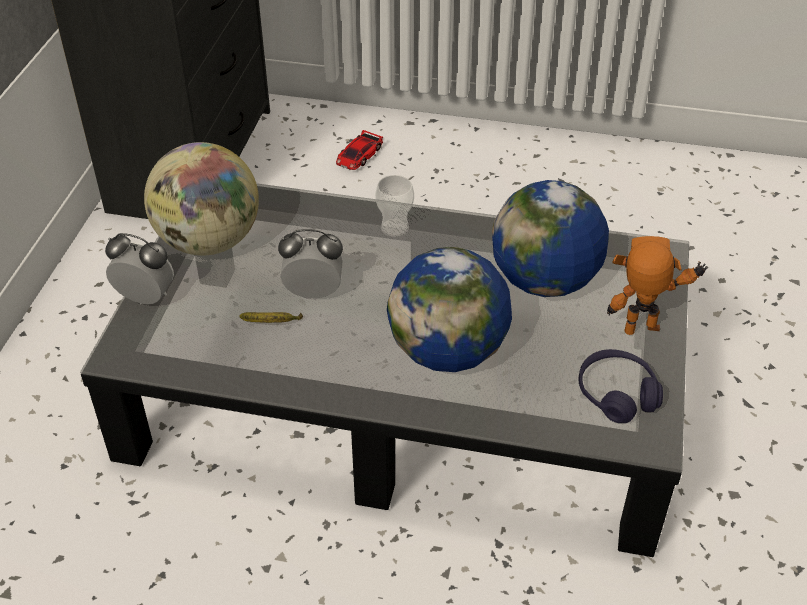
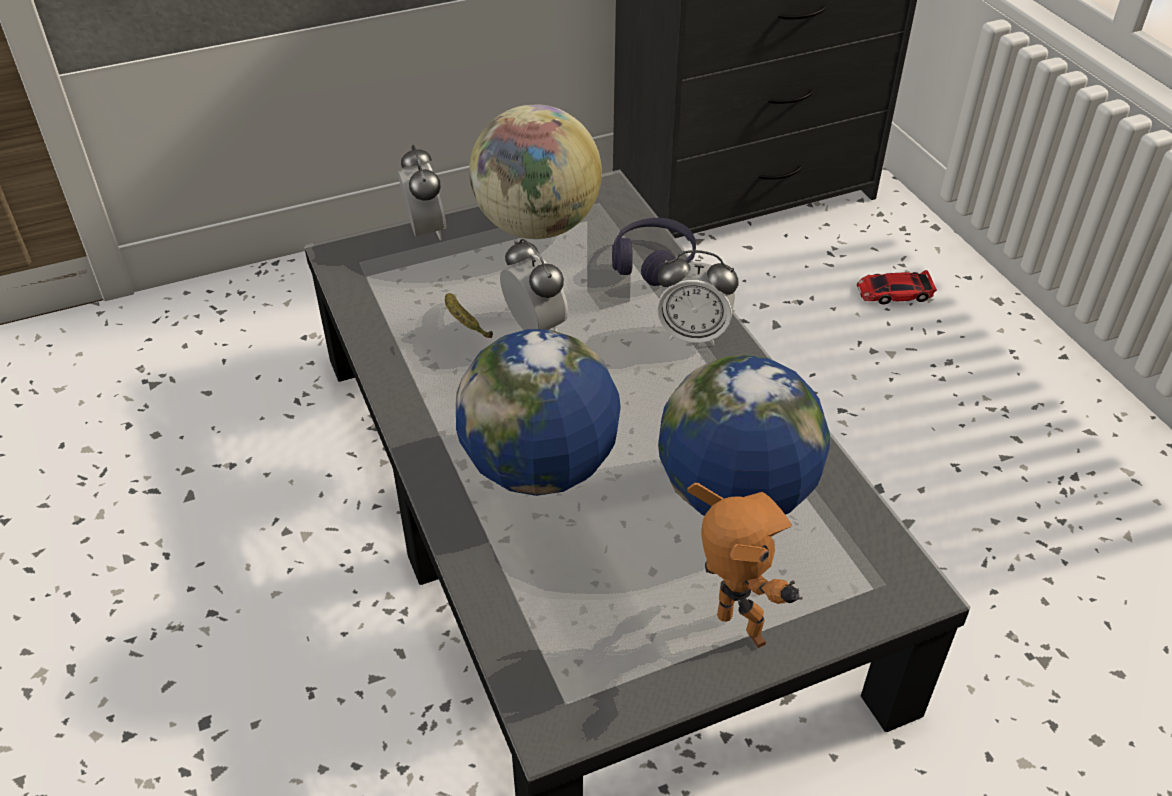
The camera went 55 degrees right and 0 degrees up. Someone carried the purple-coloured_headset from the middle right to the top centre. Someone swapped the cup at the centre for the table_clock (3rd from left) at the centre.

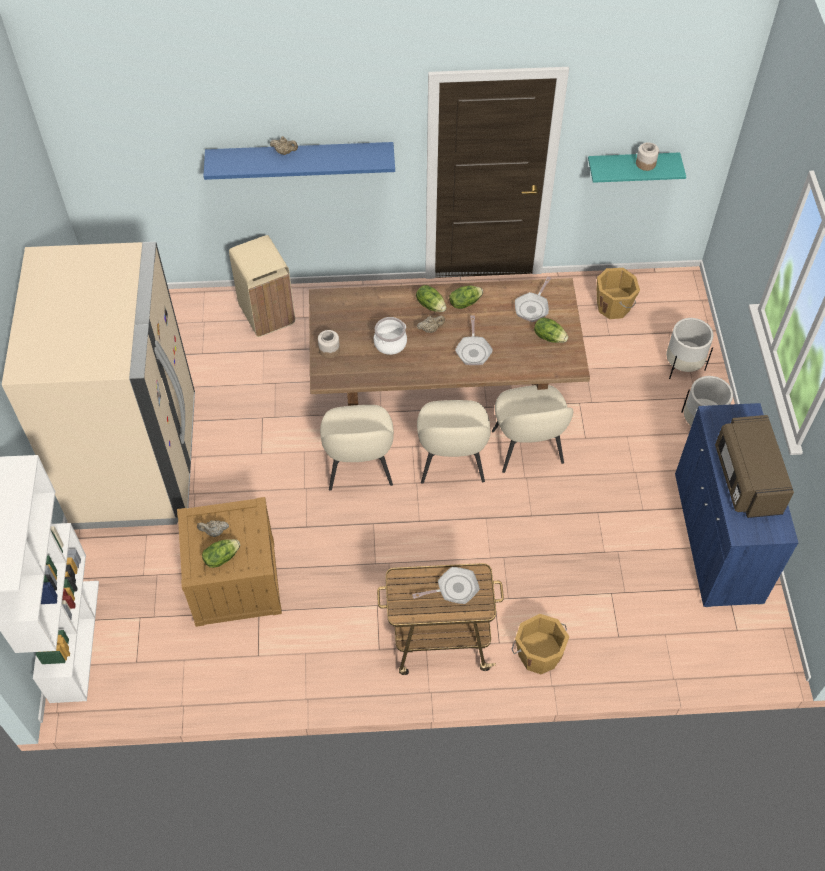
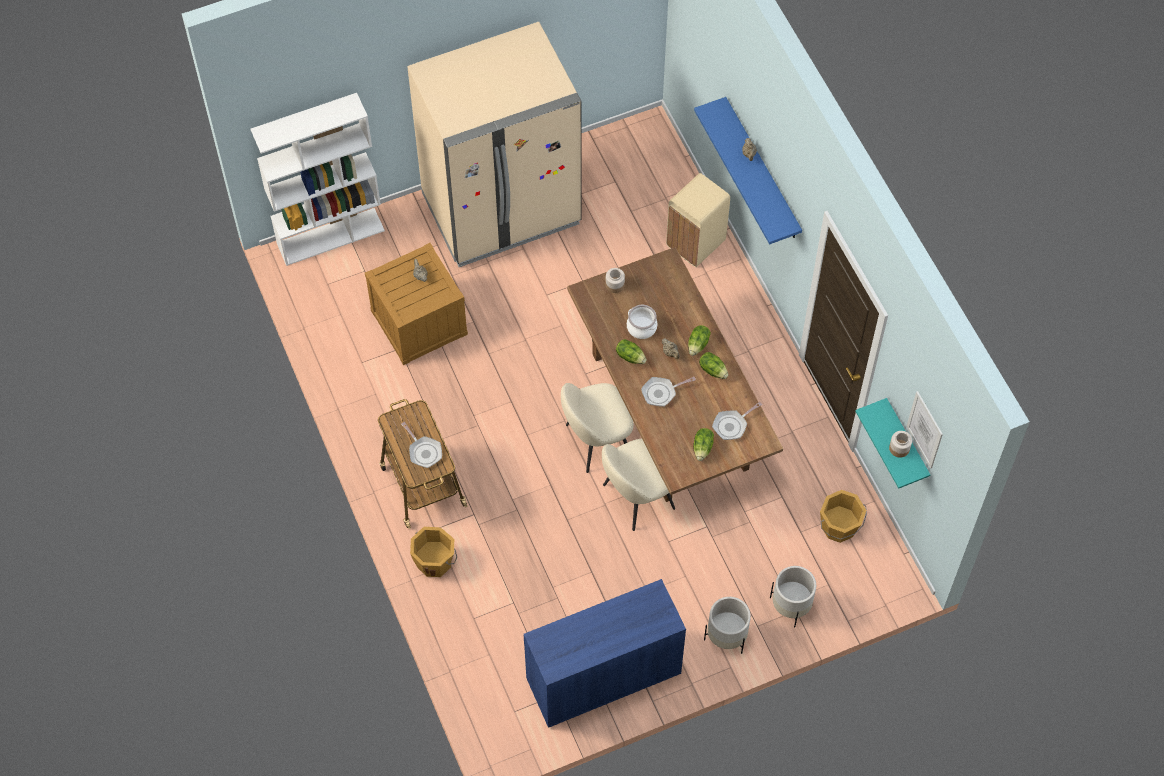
The camera went 70 degrees right and 5 degrees up. Someone took away the sand-coloured_upright_chair (1st from left) at the centre. Someone took away the brownish_microwave at the middle right. Someone put up the wall_picture at the middle right. Someone carried the head_of_lettuce (1st from left) from the middle left to the centre. Someone rotated the frying_pan (3rd from left) at the centre by 45 degrees counterclockwise.

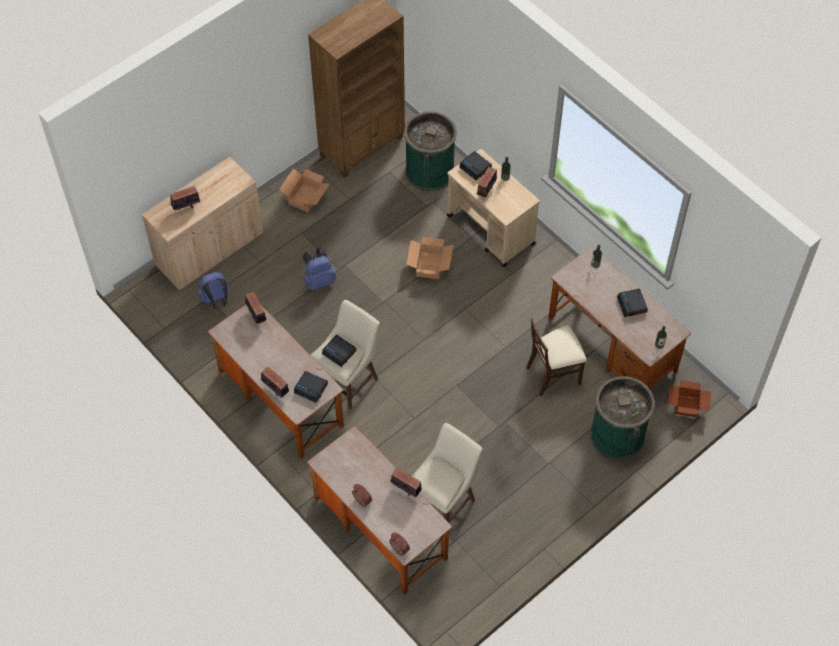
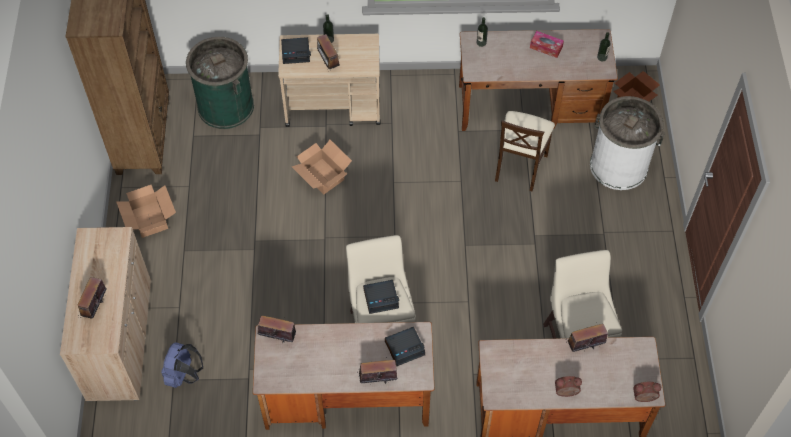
The camera went 50 degrees left and 0 degrees up. Someone took away the blue-coloured_backpack (2nd from left) at the centre. Someone swapped the table_clock (6th from left) at the middle right for the tissue_box at the top right. Someone repainted the greenish_waste_bin (2nd from left) at the middle right, which became the whitish_waste_bin at the top right.

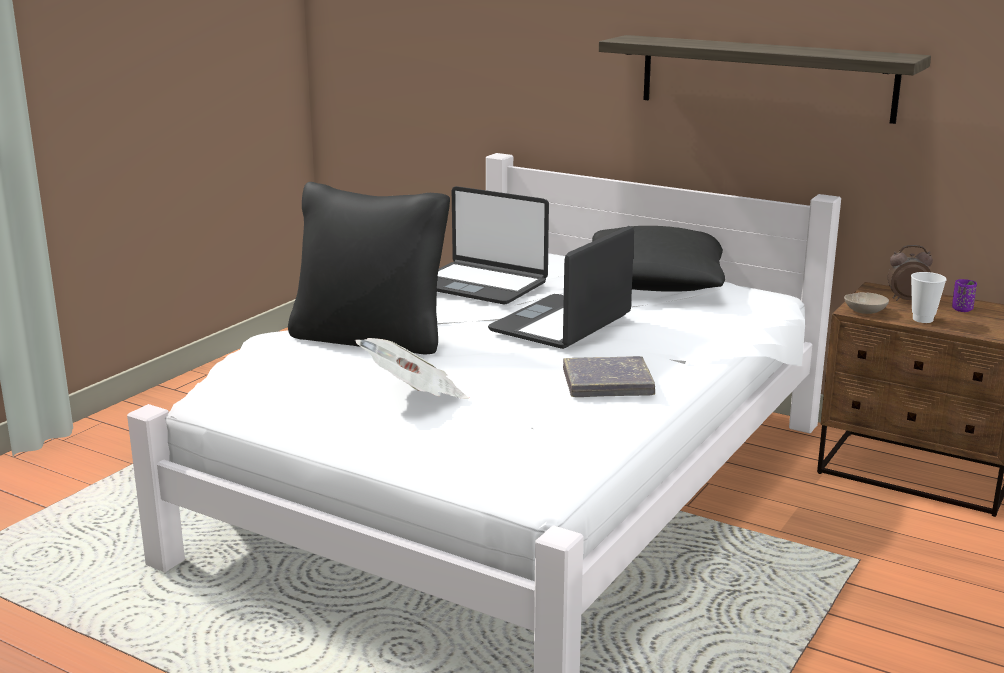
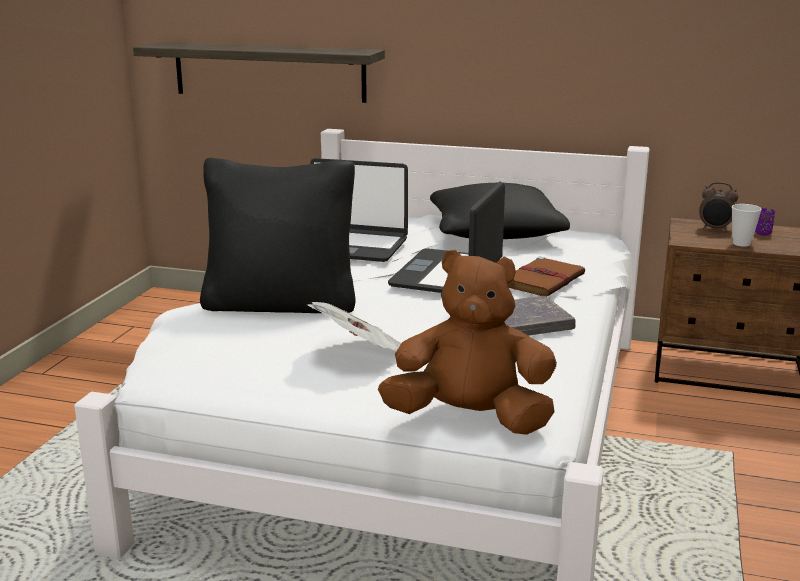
The camera went 15 degrees left and 0 degrees up. Someone took away the sand-coloured_bowl at the middle right. Someone put down the brownish_soft_toy at the centre. Someone put down the brownish_book at the middle right. Someone carried the shelf from the top right to the top left. Someone rotated the table_clock at the middle right by 150 degrees counterclockwise.

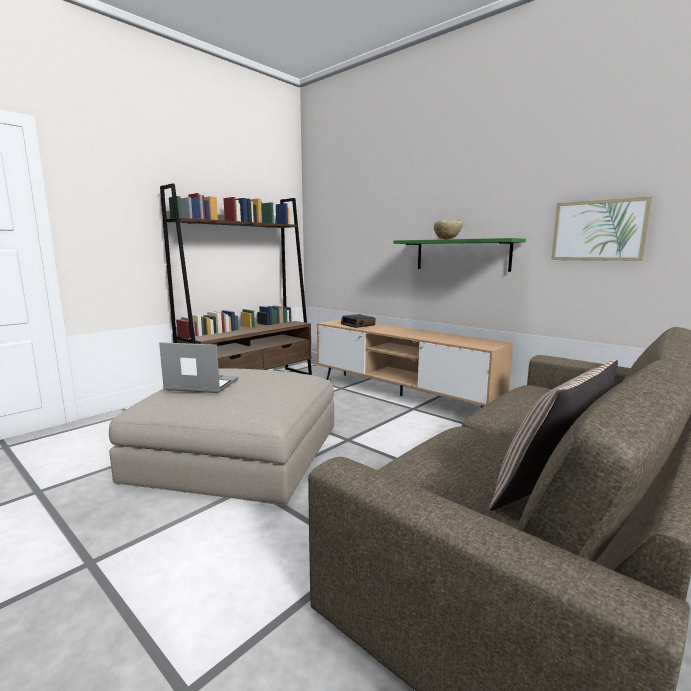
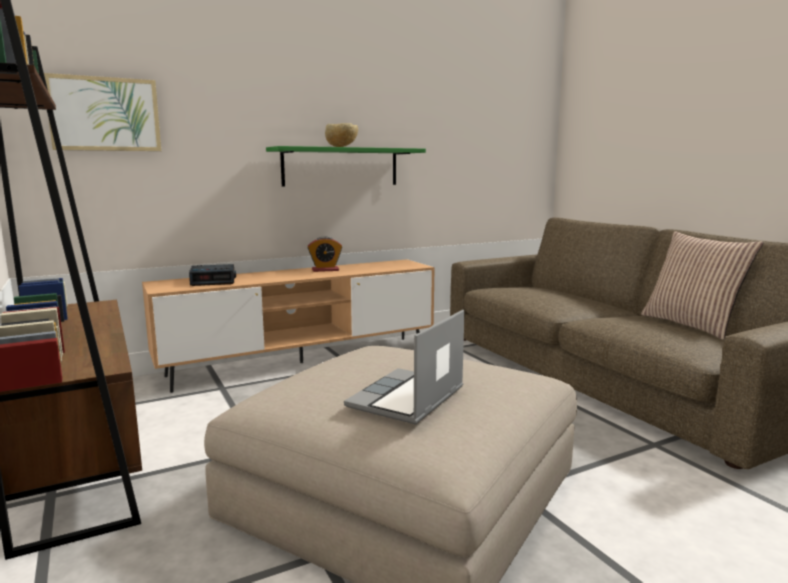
The camera went 70 degrees left and 0 degrees up. Someone put down the table_clock (2nd from left) at the centre. Someone carried the wall_picture from the top right to the top left.

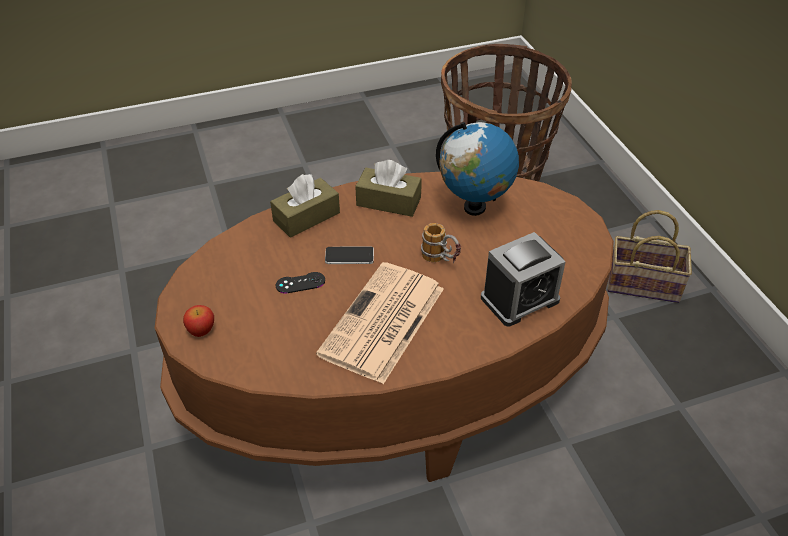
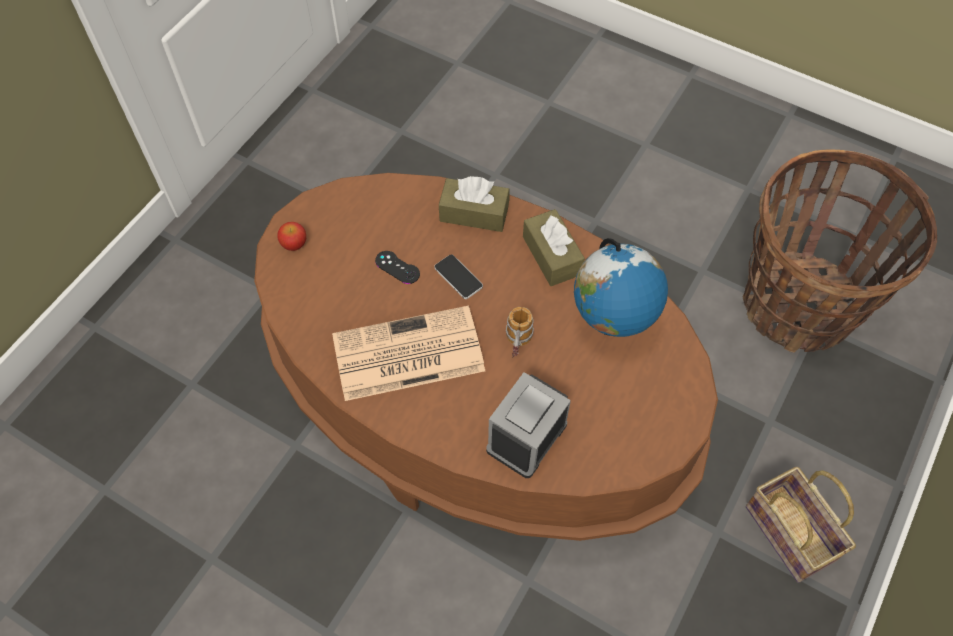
The camera went 50 degrees right and 15 degrees up. Someone rotated the table_clock at the centre by 105 degrees clockwise.

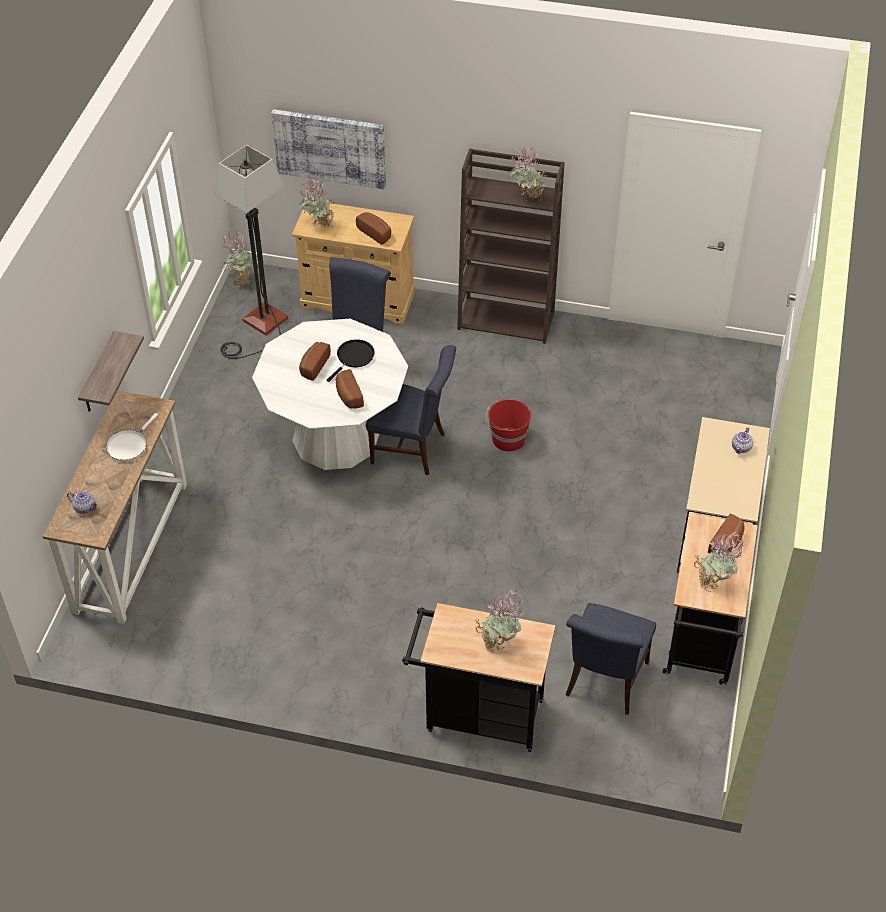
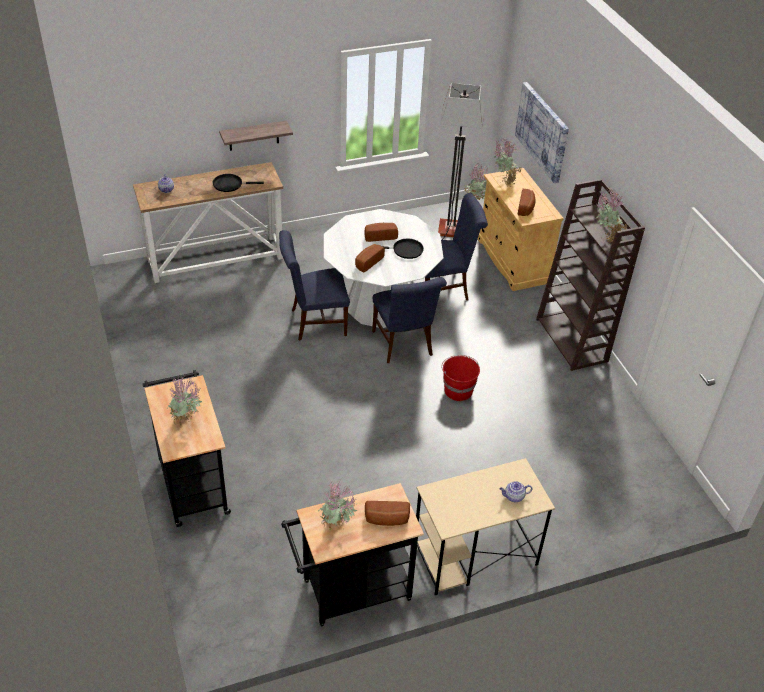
The camera went 55 degrees right and 5 degrees down. Someone carried the blue-coloured_upright_chair (3rd from left in the first image) from the bottom right to the centre. Someone repainted the whitish_frying_pan at the middle left, which became the black-coloured_frying_pan (1st from left) at the top left.

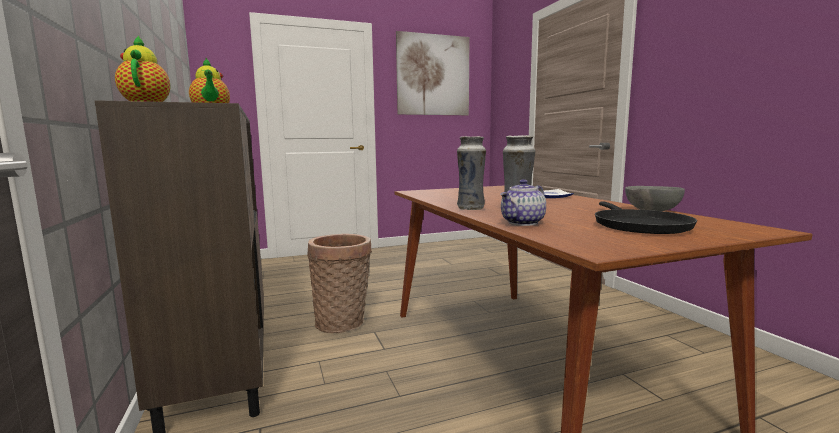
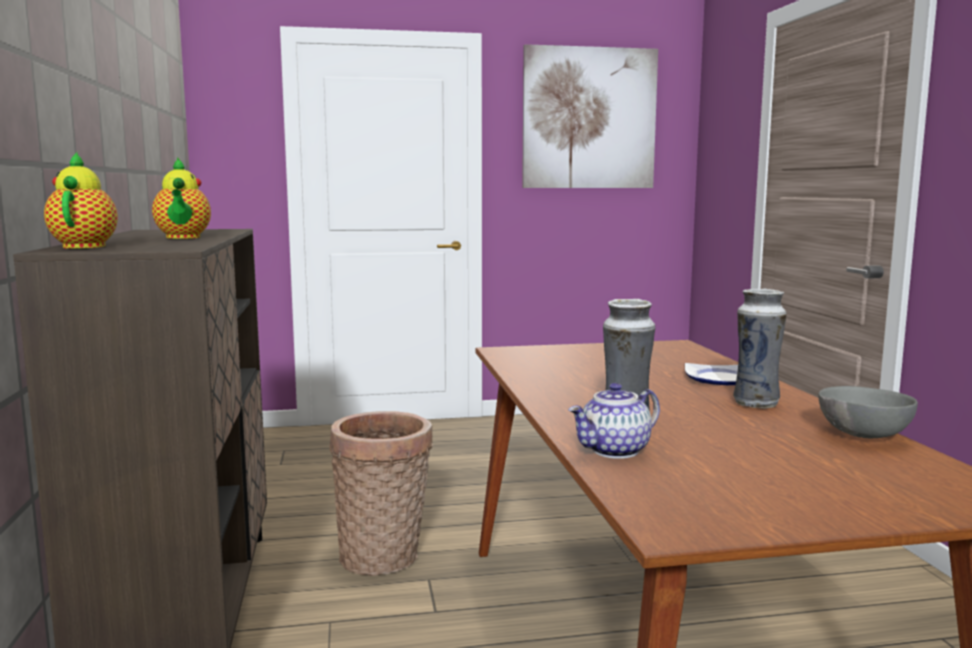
The camera went 10 degrees right and 0 degrees up. Someone took away the black-coloured_frying_pan at the middle right. Someone carried the vase (1st from left in the first image) from the centre to the middle right.

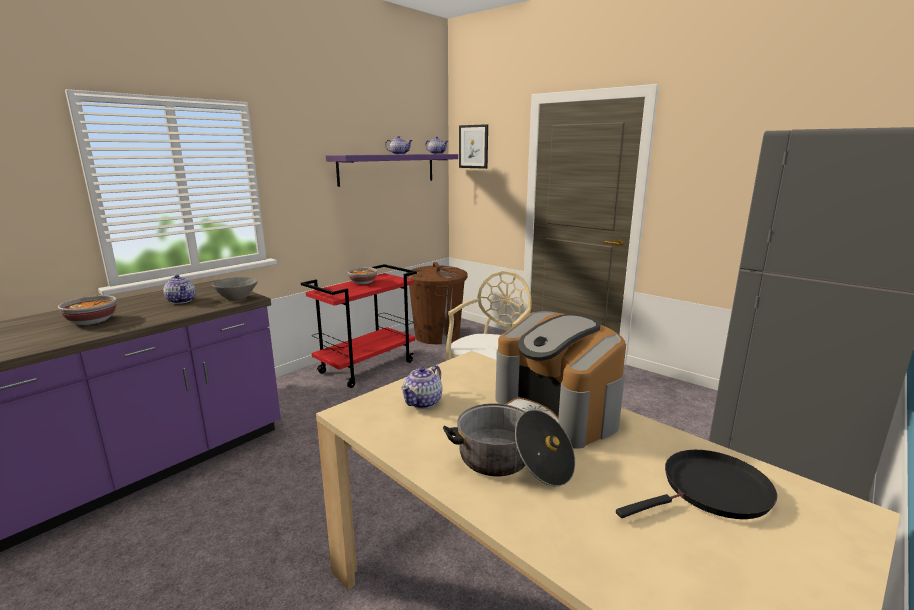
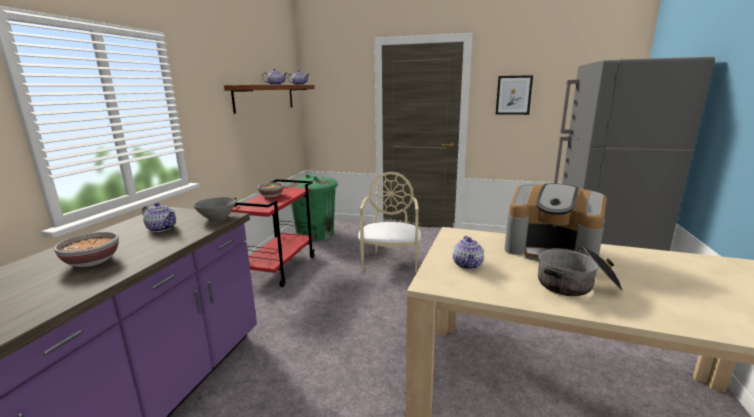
The camera went 25 degrees left and 0 degrees up. Someone took away the black-coloured_frying_pan at the bottom right. Someone carried the wall_picture from the top centre to the top right. Someone repainted the purple-coloured_shelf at the top centre, which became the brownish_shelf at the top centre. Someone repainted the brownish_waste_bin at the centre, which became the greenish_waste_bin at the centre.

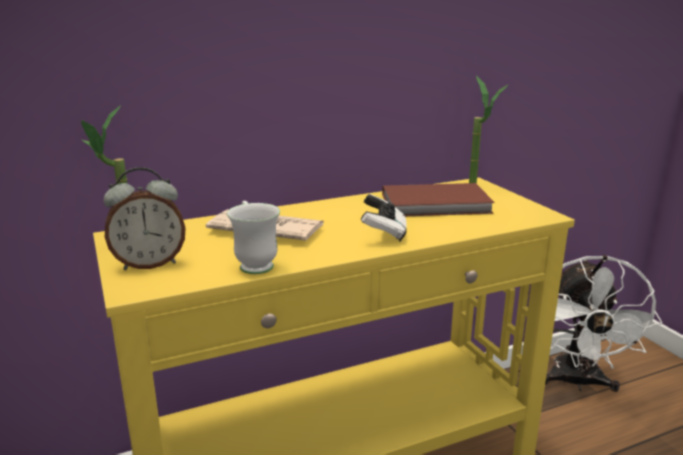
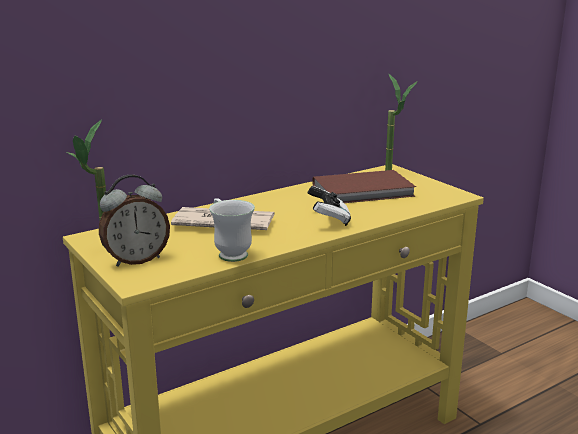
The camera went 10 degrees left and 0 degrees up. Someone took away the whitish_fan at the bottom right.

